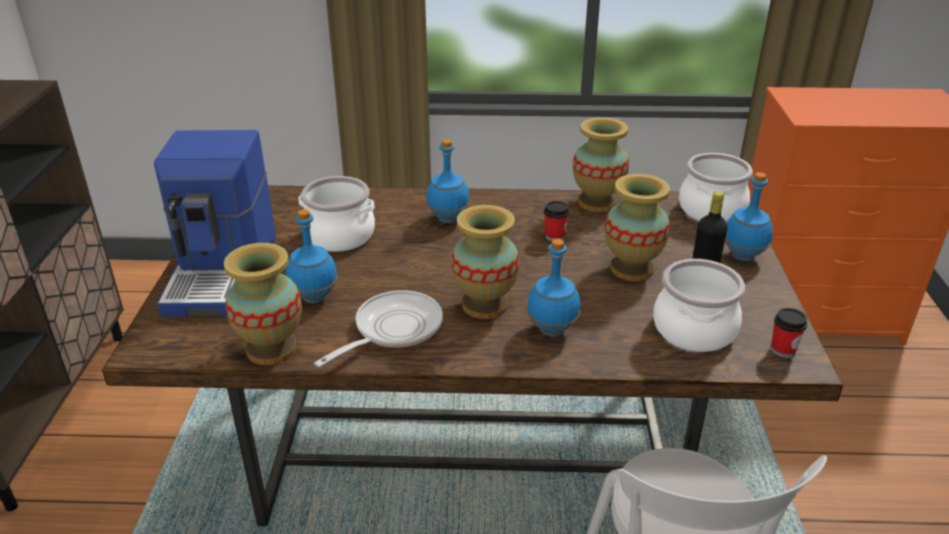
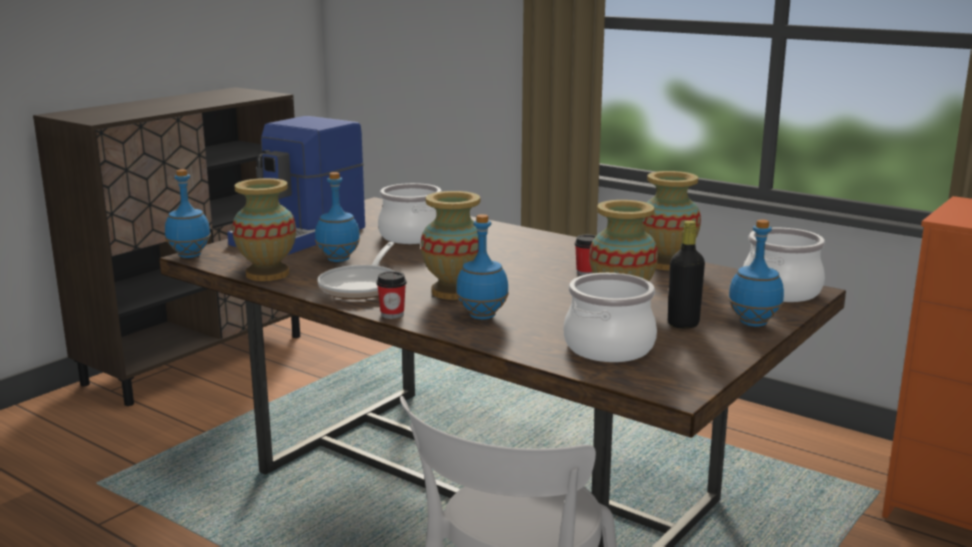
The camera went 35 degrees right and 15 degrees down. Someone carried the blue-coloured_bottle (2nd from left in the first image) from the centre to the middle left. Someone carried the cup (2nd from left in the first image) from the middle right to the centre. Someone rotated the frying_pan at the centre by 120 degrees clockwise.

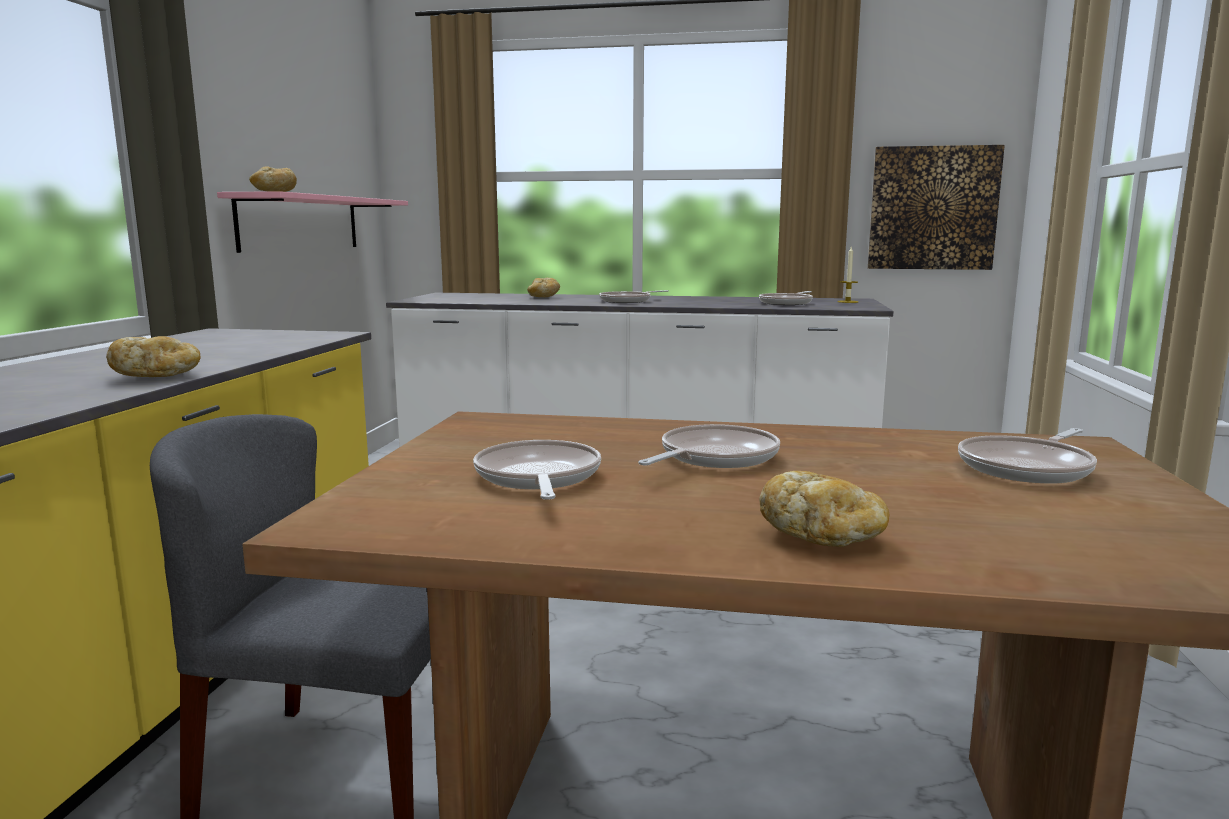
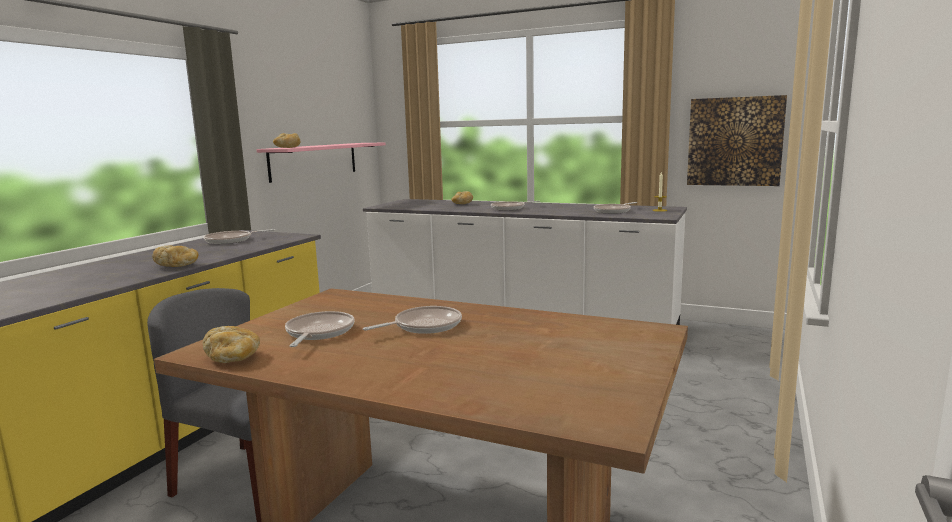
The camera went 15 degrees right and 0 degrees up. Someone carried the baked_bread (4th from left in the first image) from the middle right to the middle left. Someone carried the frying_pan (5th from left in the first image) from the middle right to the middle left.

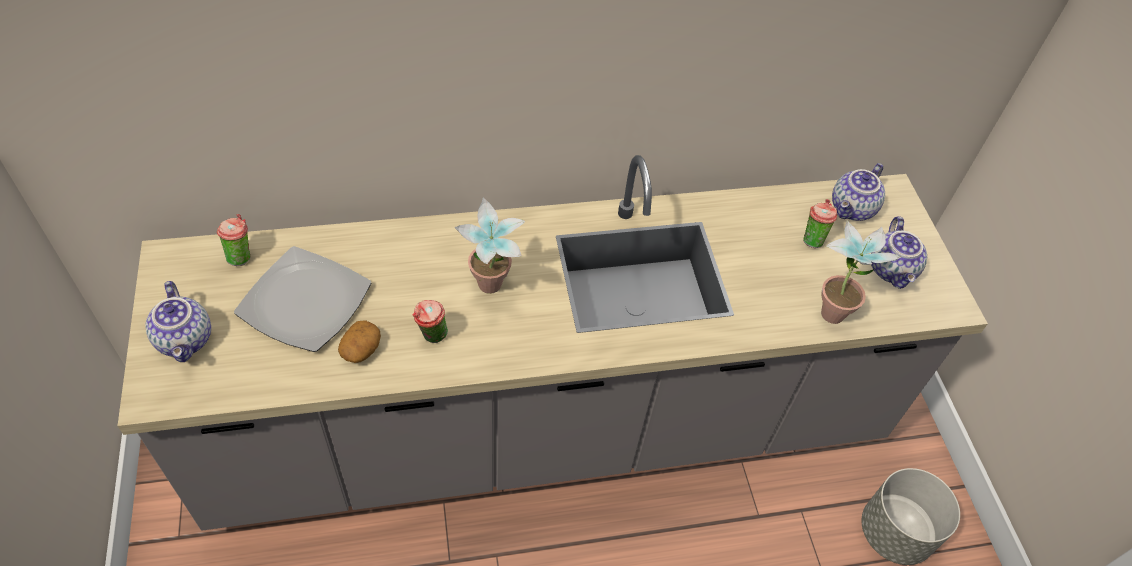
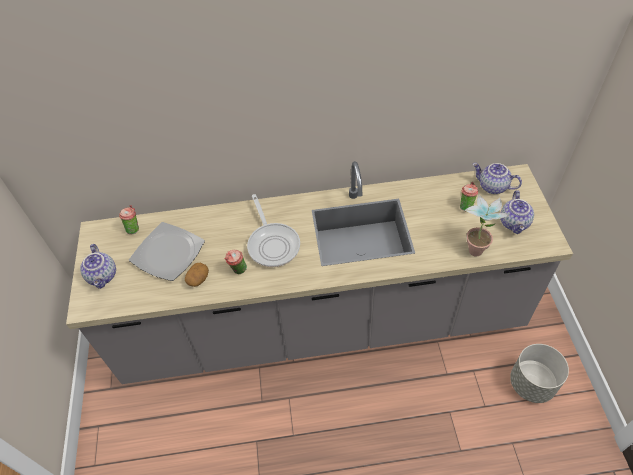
The camera went 10 degrees right and 0 degrees up. Someone swapped the houseplant (1st from left) at the centre for the frying_pan at the centre. Someone rotated the teapot (2nd from left) at the middle right by 75 degrees clockwise.

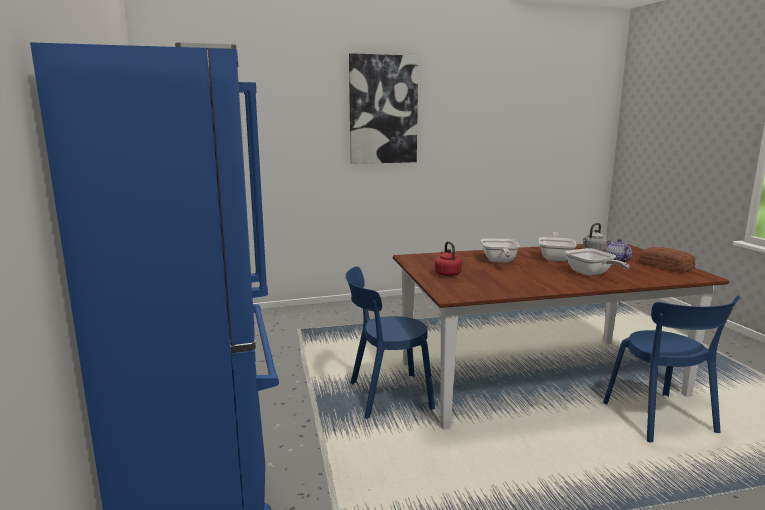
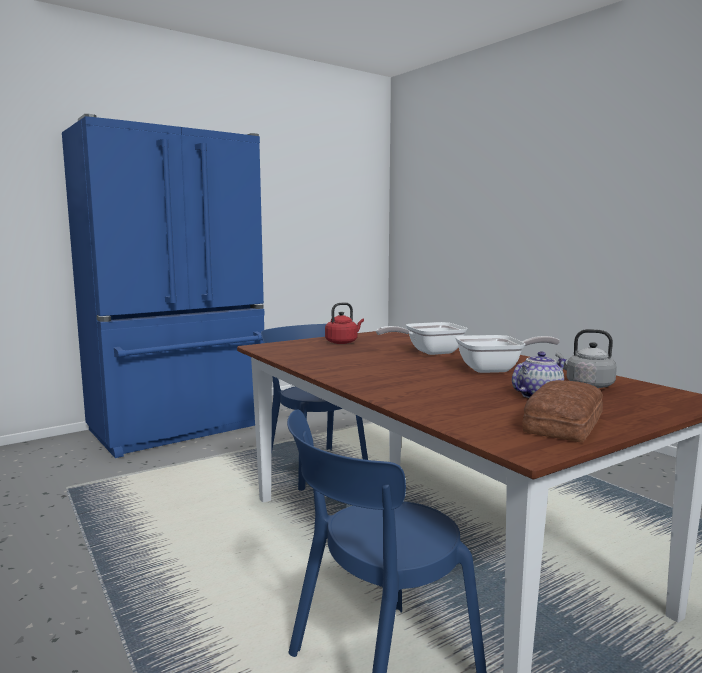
The camera went 70 degrees right and 5 degrees down. Someone took away the wall_picture at the top centre. Someone took away the frying_pan (3rd from left) at the middle right.

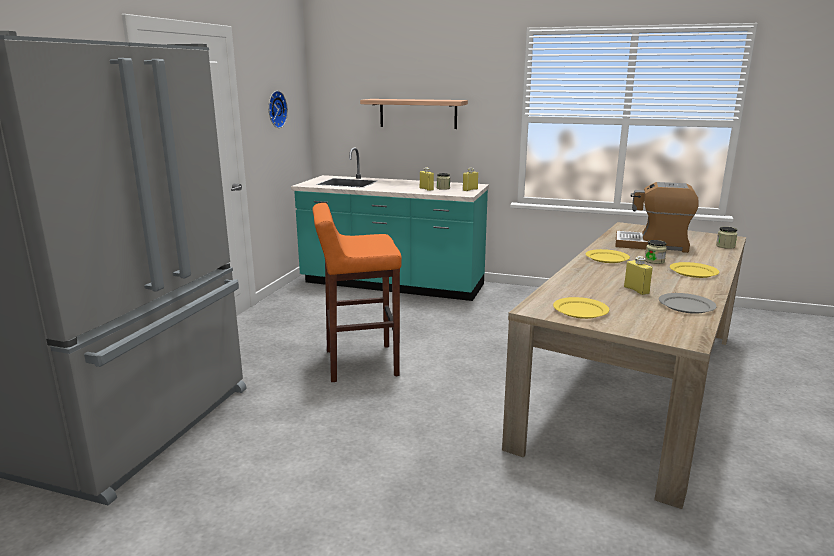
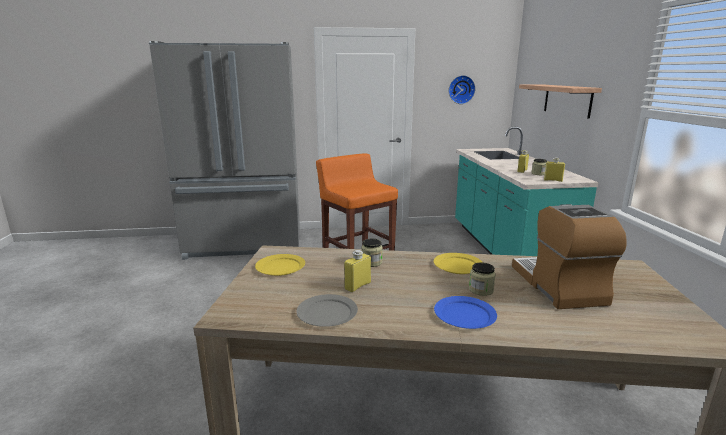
The camera went 65 degrees right and 0 degrees up. Someone carried the jar (3rd from left in the first image) from the middle right to the centre. Someone repainted the yellow-coloured_dinner_plate (3rd from left) at the middle right, which became the blue-coloured_dinner_plate at the bottom centre.

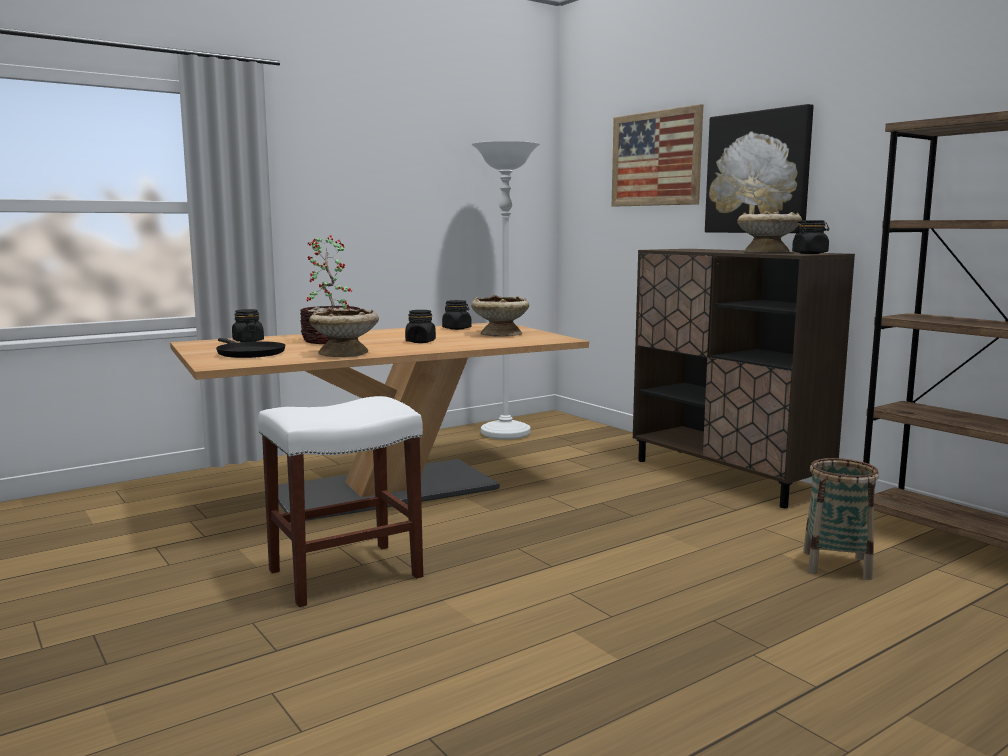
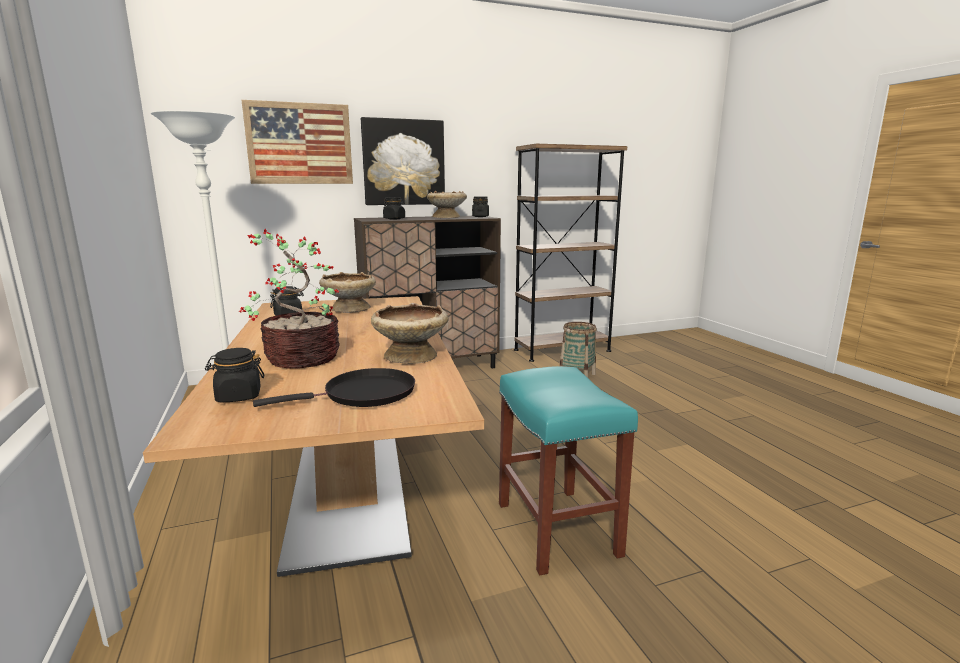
The camera went 75 degrees left and 5 degrees up. Someone carried the black-coloured_jar (2nd from left in the first image) from the centre to the top centre. Someone repainted the whitish_sitting_stool at the centre, which became the blue-green_sitting_stool at the bottom centre.

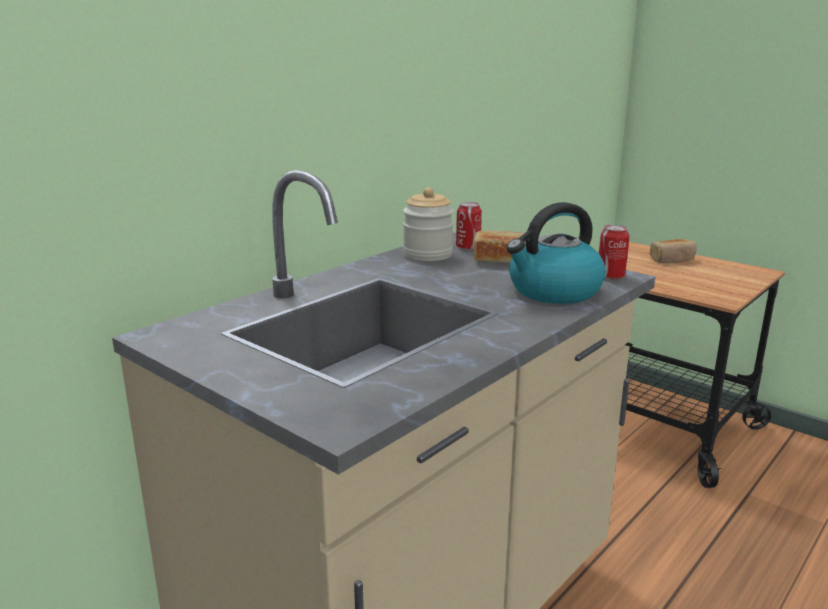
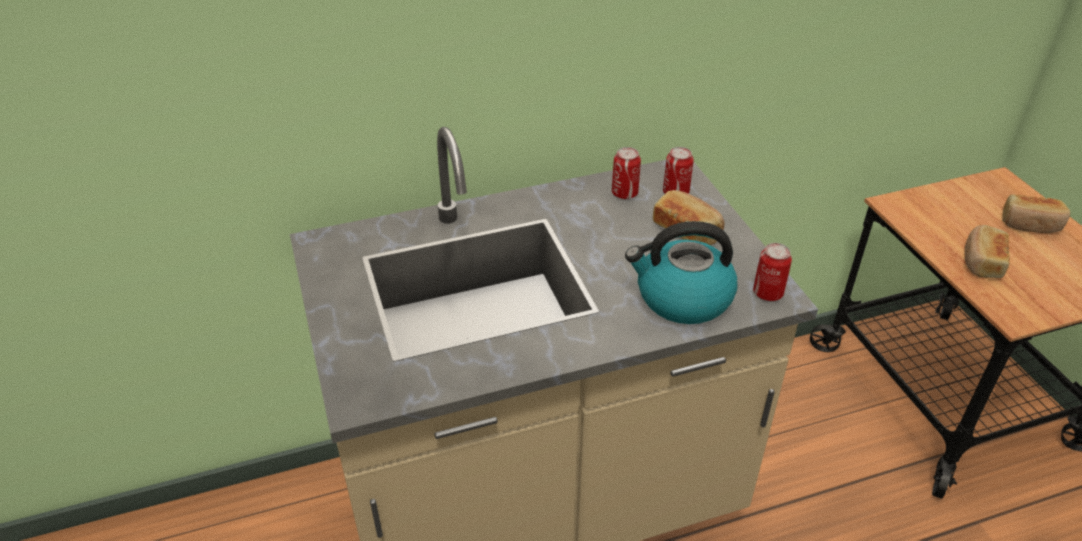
The camera went 30 degrees right and 20 degrees up. Someone put down the baked_bread (2nd from left) at the middle right. Someone swapped the jar at the centre for the sealed_can (1st from left) at the top centre.

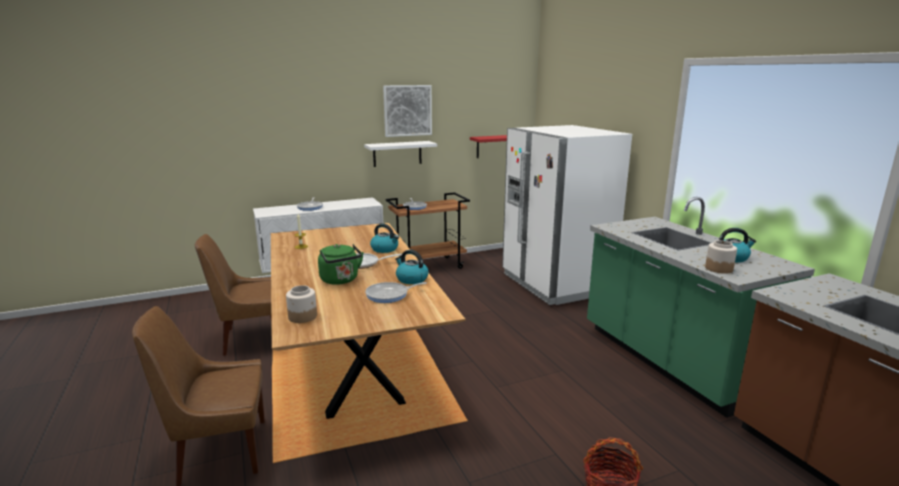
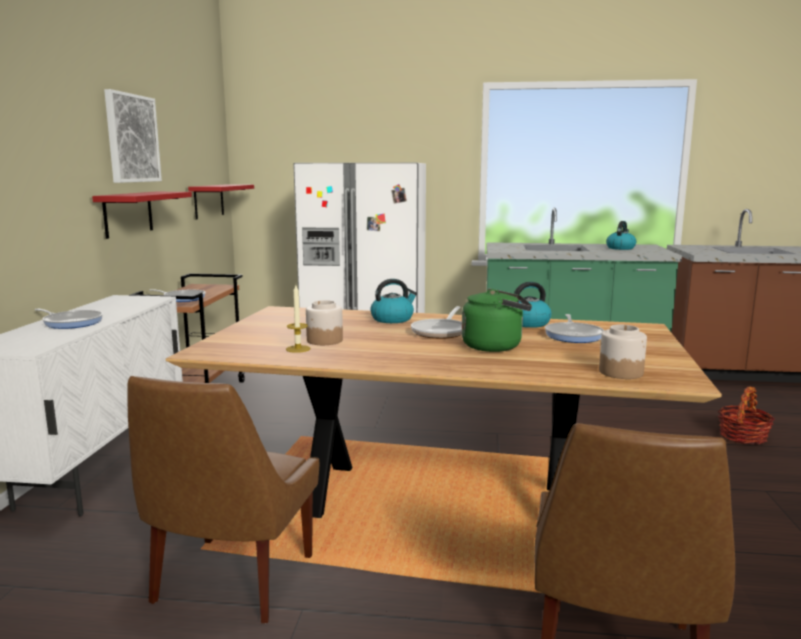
The camera went 60 degrees left and 5 degrees down. Someone carried the jar (2nd from left in the first image) from the middle right to the centre. Someone repainted the whitish_shelf at the top centre, which became the reddish_shelf (1st from left) at the middle left.

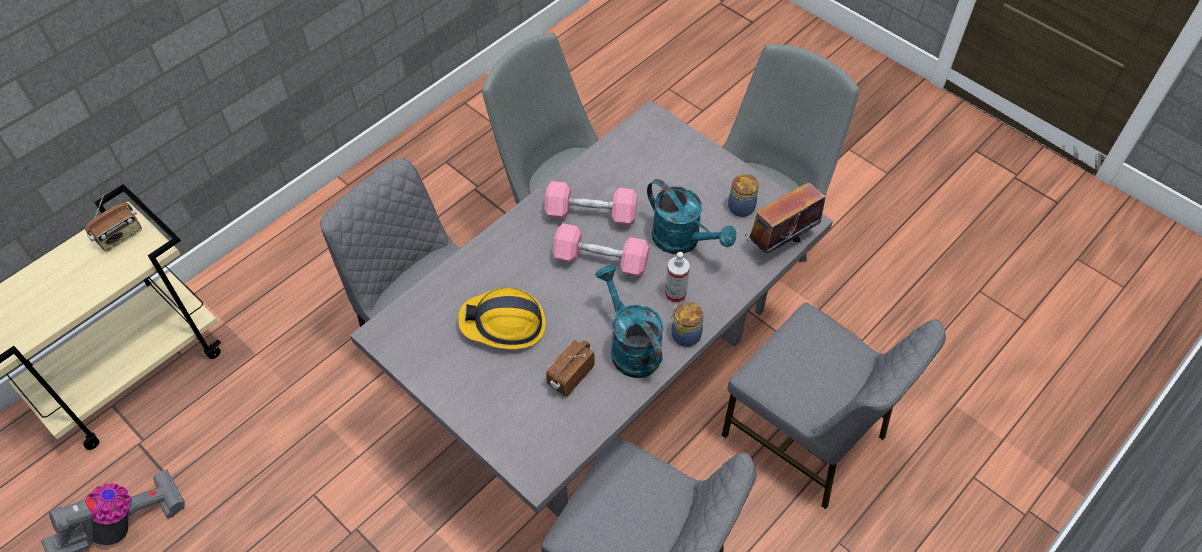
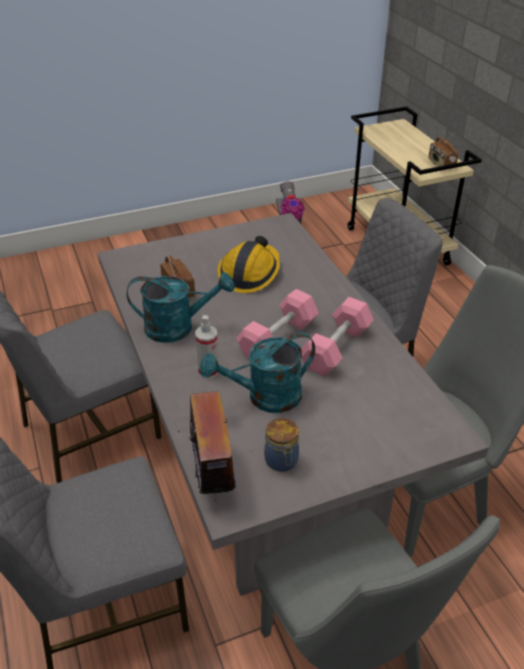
The camera went 115 degrees right and 15 degrees down. Someone took away the jar (1st from left) at the centre.

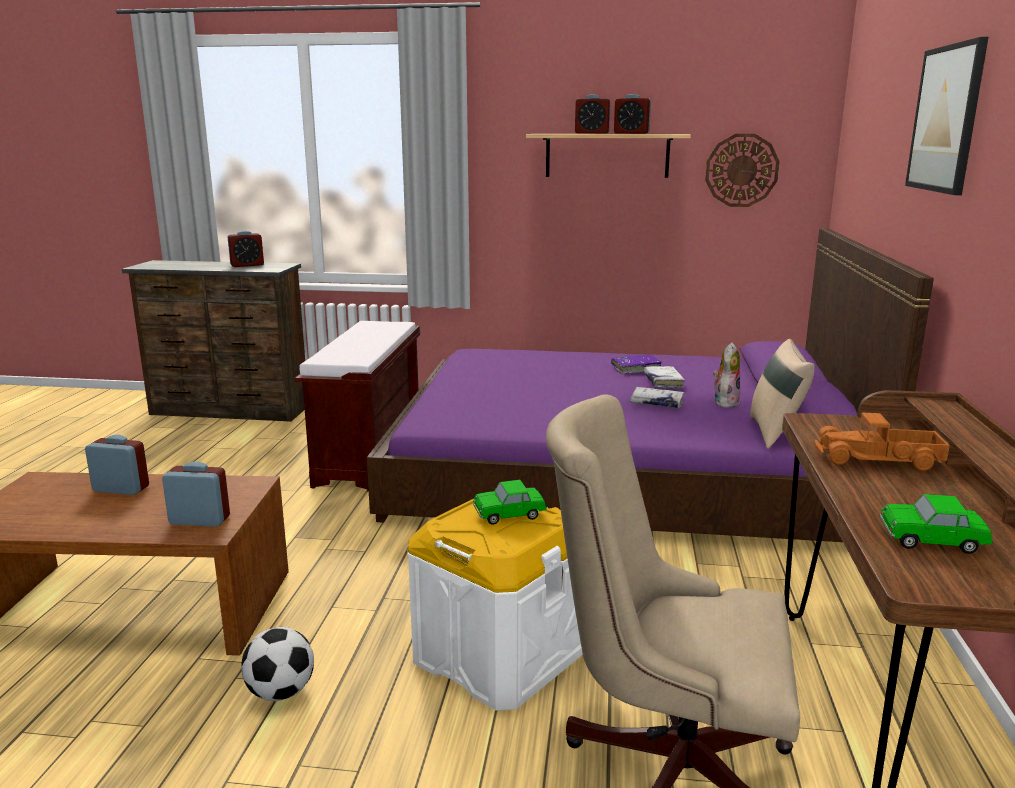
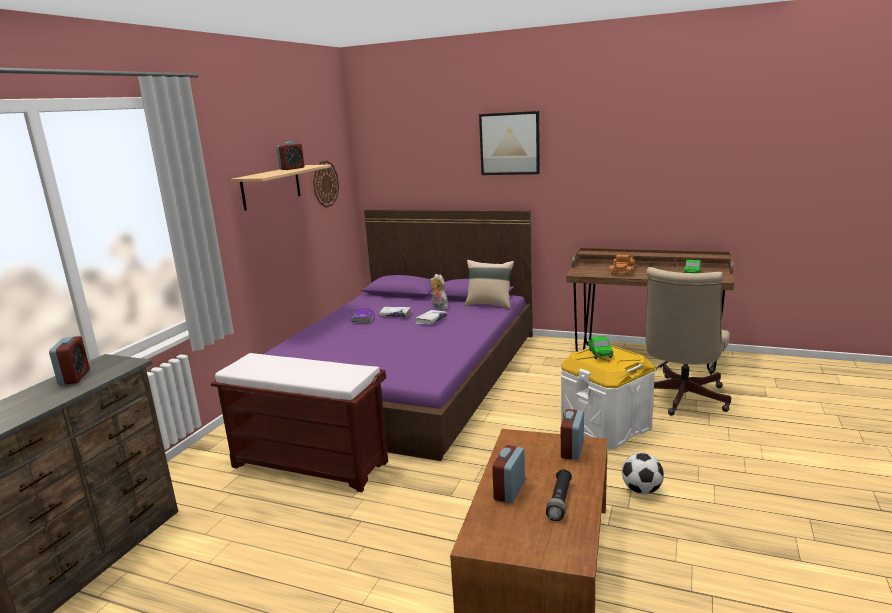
The camera went 75 degrees left and 0 degrees up. Someone took away the table_clock (4th from left) at the top centre. Someone put down the black-coloured_hand_torch at the bottom centre.

